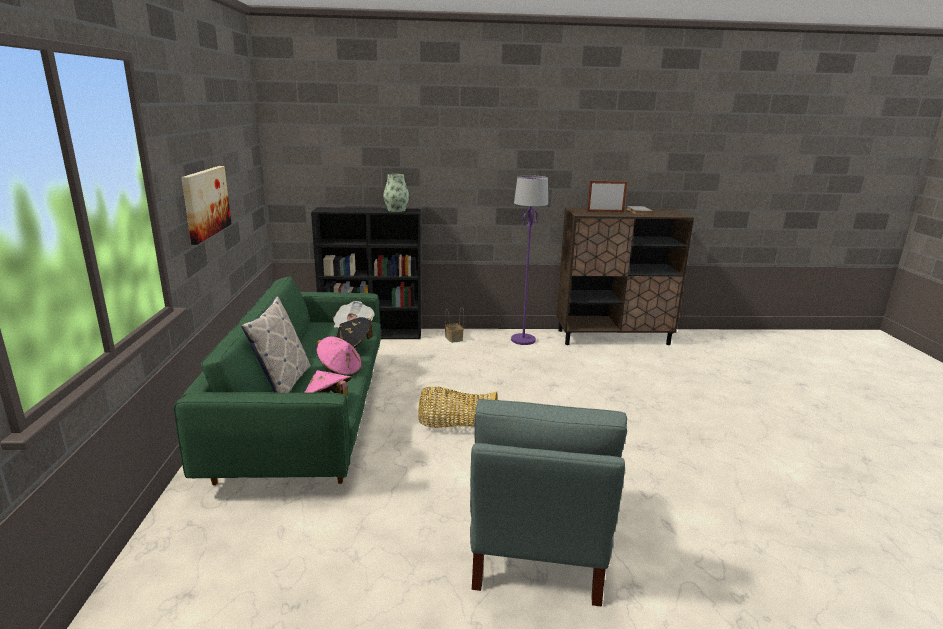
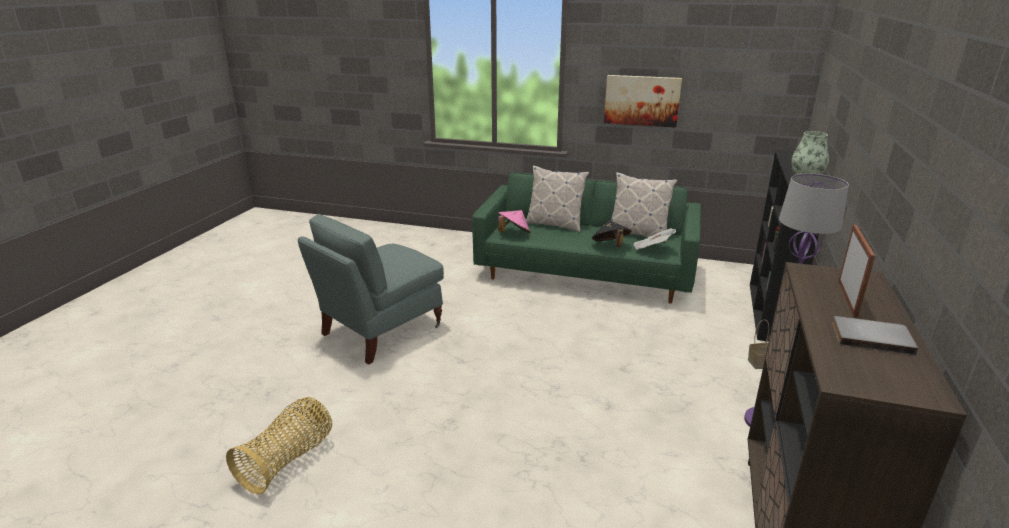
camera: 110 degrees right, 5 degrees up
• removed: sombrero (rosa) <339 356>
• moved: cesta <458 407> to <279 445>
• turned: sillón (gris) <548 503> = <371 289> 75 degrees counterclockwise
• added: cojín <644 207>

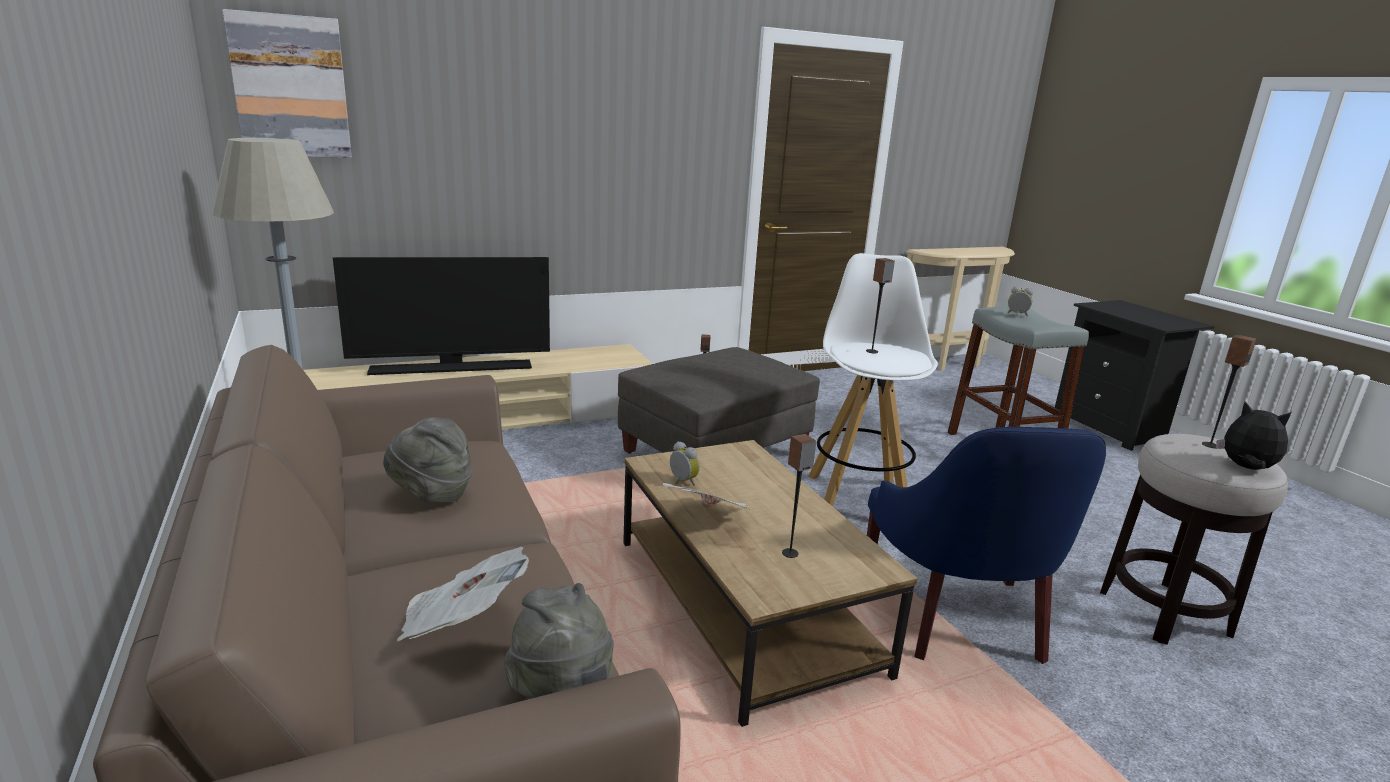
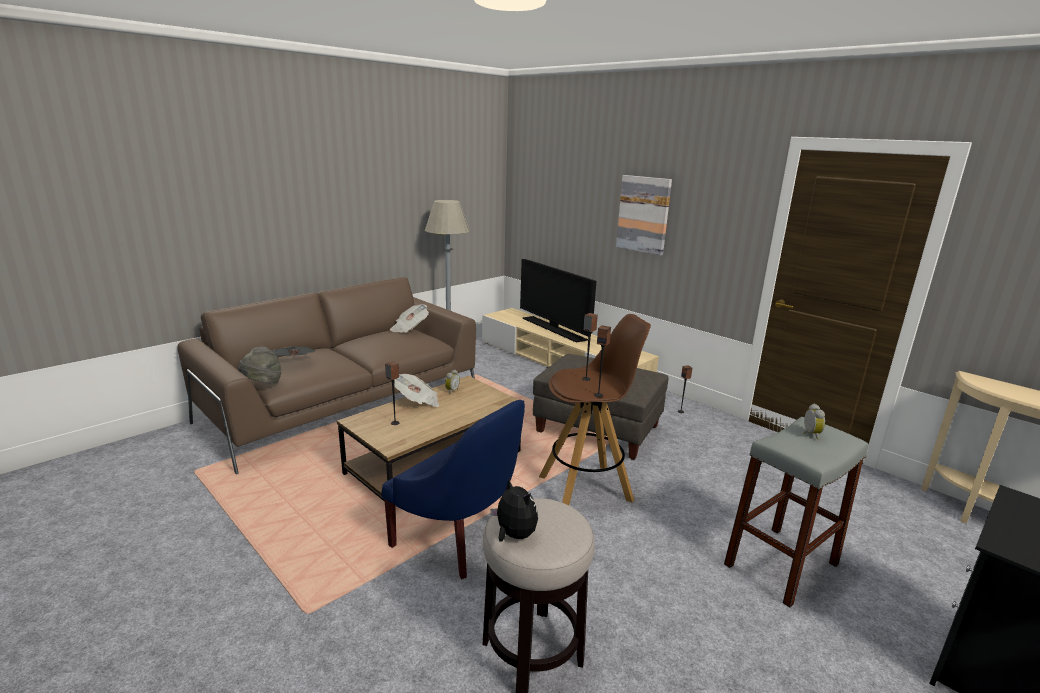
camera: 70 degrees right, 0 degrees up
• moved: cuadro <287 83> to <644 215>
• recoloured: taburete (blanco) <873 380> to taburete (marrón) <595 409>
• moved: altavoz <1229 391> to <602 361>
• turned: peluche <1254 436> = <514 510> 60 degrees counterclockwise
• removed: sombrero (gris) <427 460>
• turned: sillón (azul) <986 545> = <453 489> 120 degrees counterclockwise
• added: periódico <409 318>

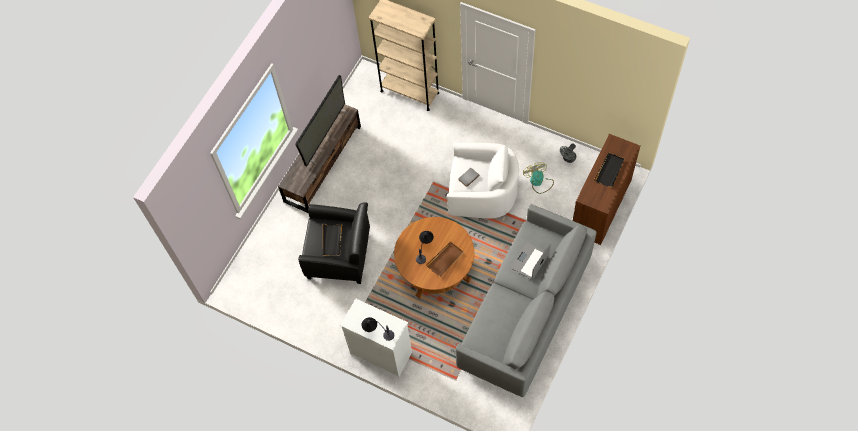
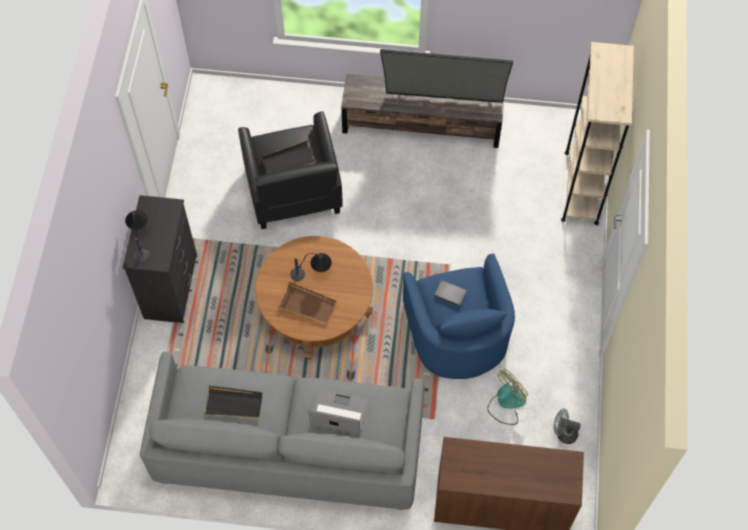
camera: 65 degrees right, 0 degrees up
• recoloured: sillón (blanco) <483 180> to sillón (azul) <459 316>
• moved: bandeja (negro) <609 170> to <234 402>
• recoloured: cómoda (blanco) <376 338> to cómoda (negro) <160 259>

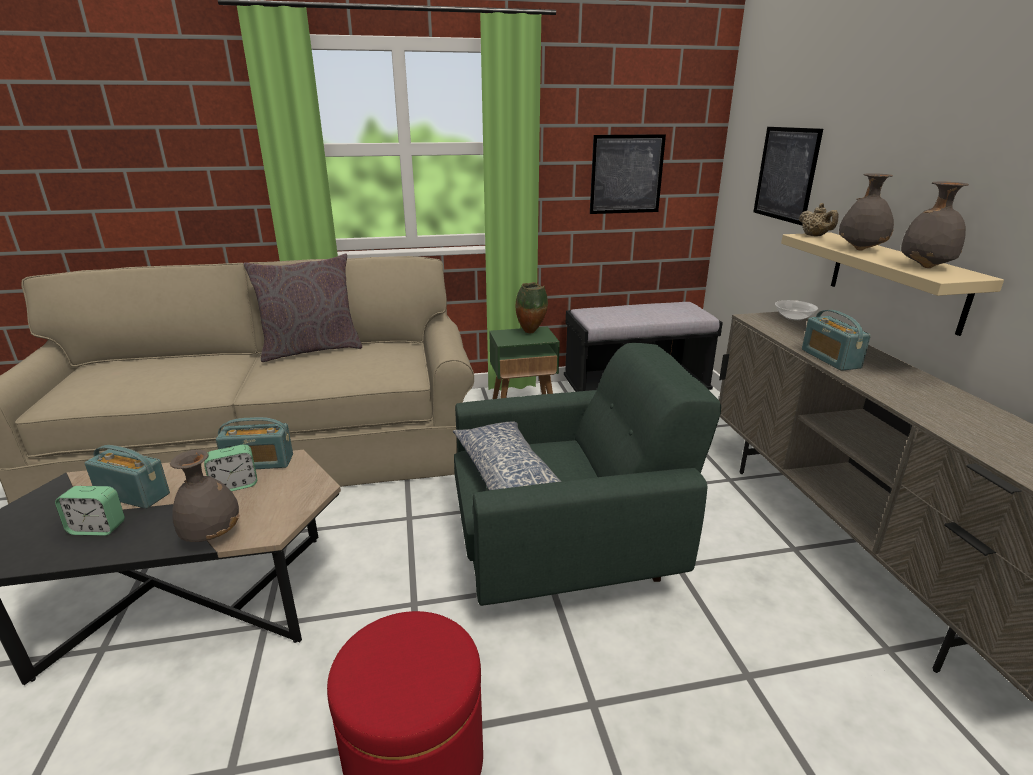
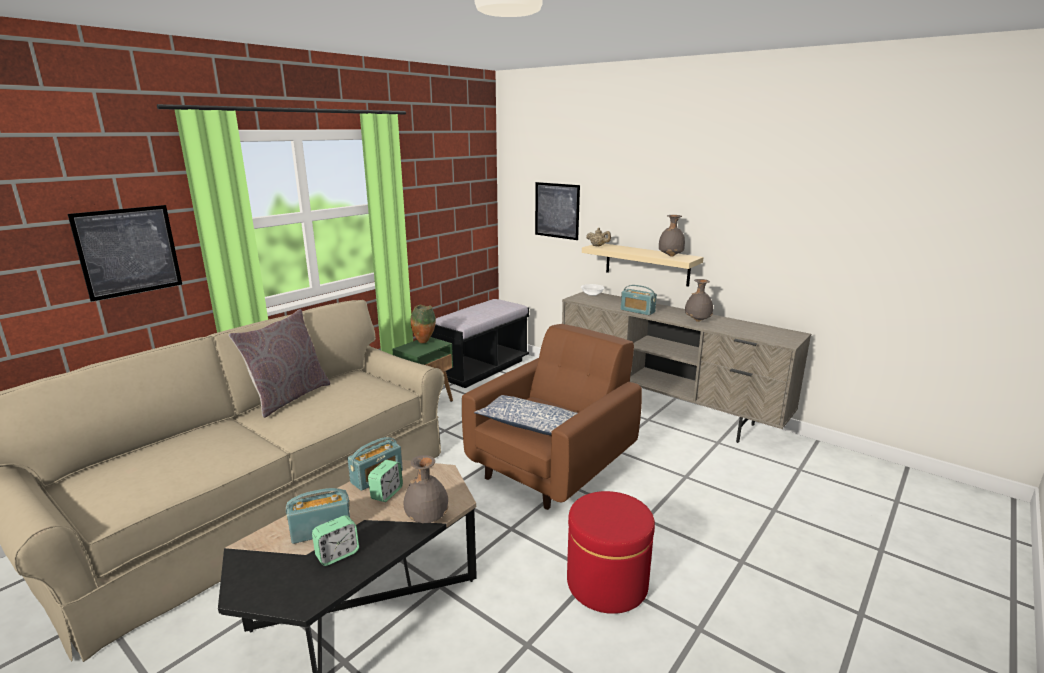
camera: 40 degrees left, 5 degrees down
• moved: cuadro <628 174> to <124 253>
• moved: florero (gris) <866 212> to <699 300>
• recoloured: sillón (verde) <587 474> to sillón (marrón) <552 417>

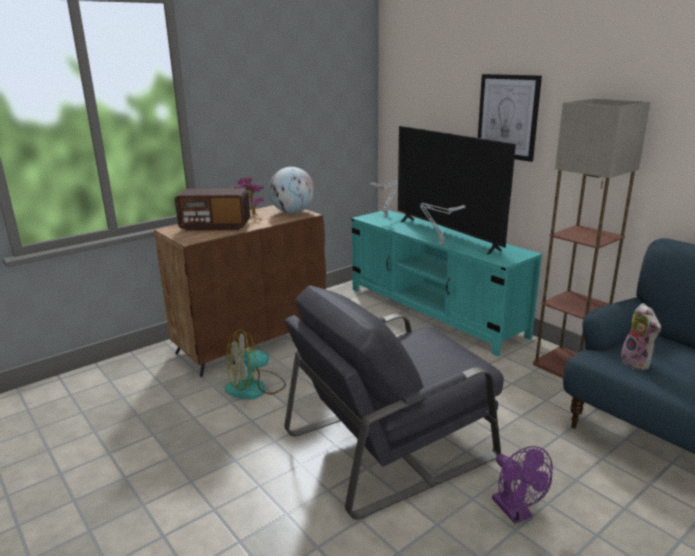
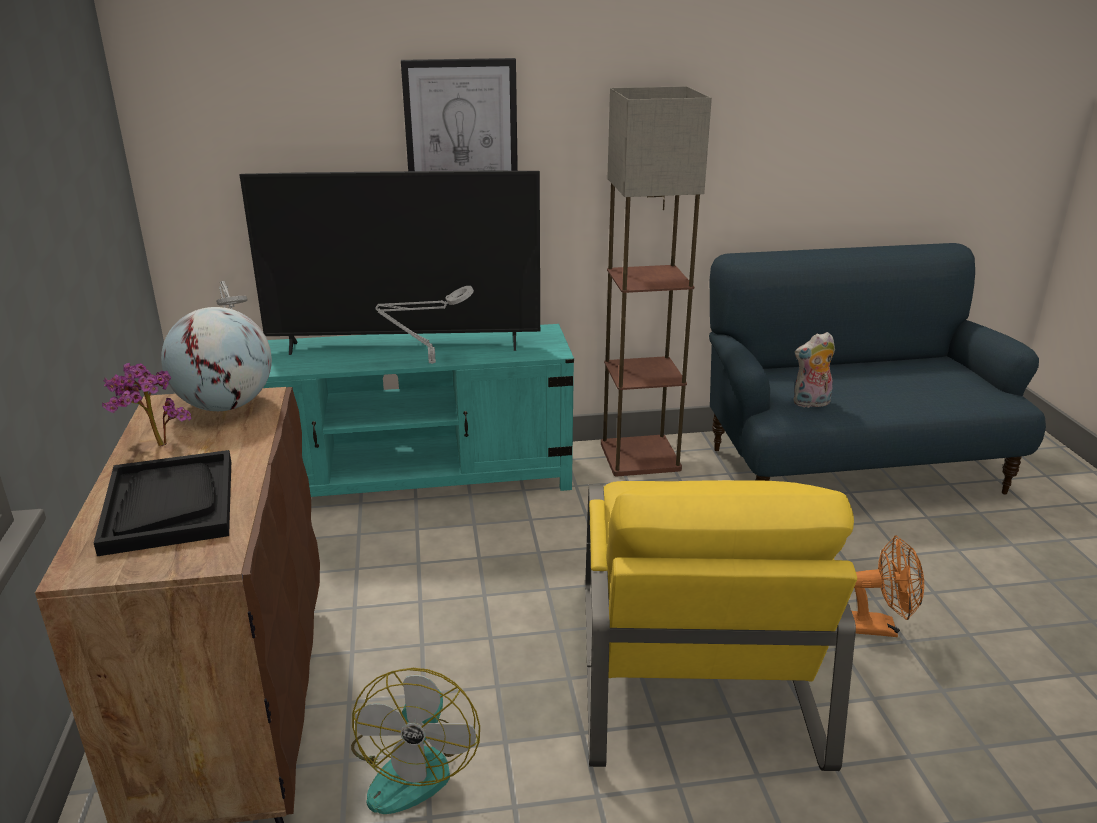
camera: 60 degrees left, 5 degrees up
• replaced: radio <212 209> to bandeja (negro) <162 503>
• recoloured: sillón (gris) <394 403> to sillón (amarillo) <721 625>
• turned: peluche <640 336> = <814 370> 150 degrees clockwise
• recoloured: ventilador (morado) <522 485> to ventilador (naranja) <888 586>

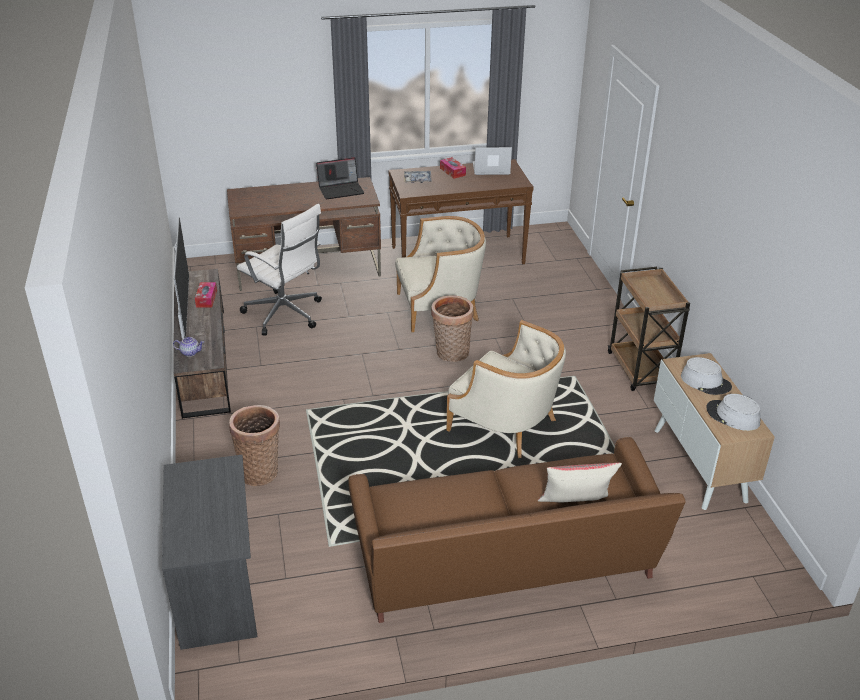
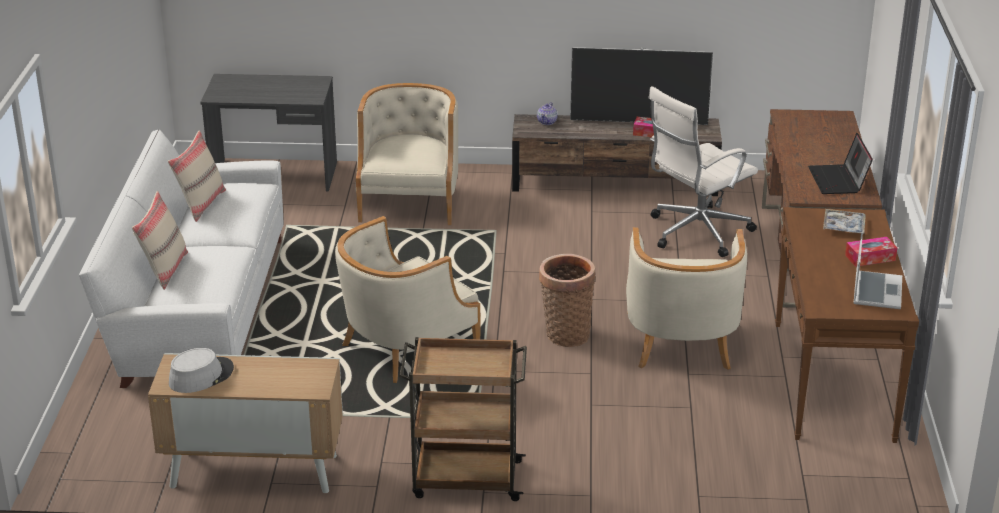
camera: 105 degrees right, 5 degrees down
• removed: sombrero (gris) <706 376>
• replaced: cesta <254 445> to sillón (beis) <407 154>
• recoloured: sofá (marrón) <517 530> to sofá (blanco) <181 259>
• added: cojín (beis) <197 176>

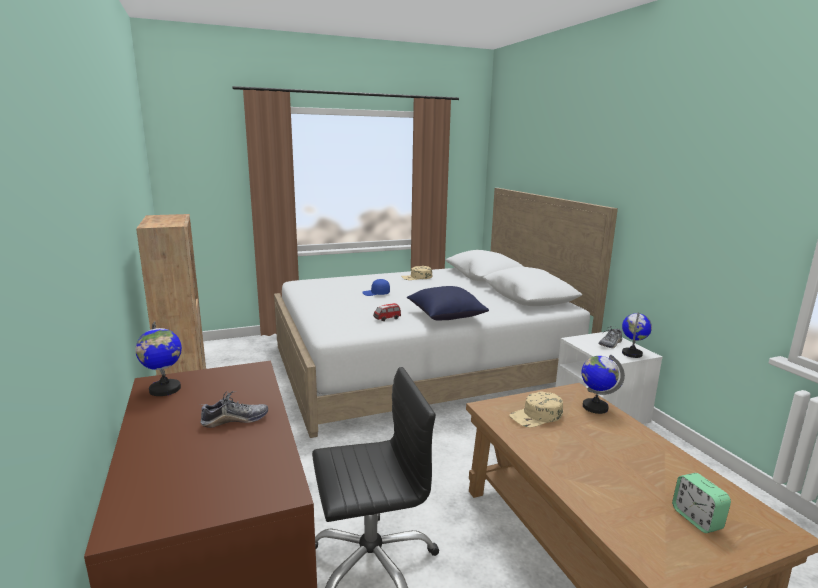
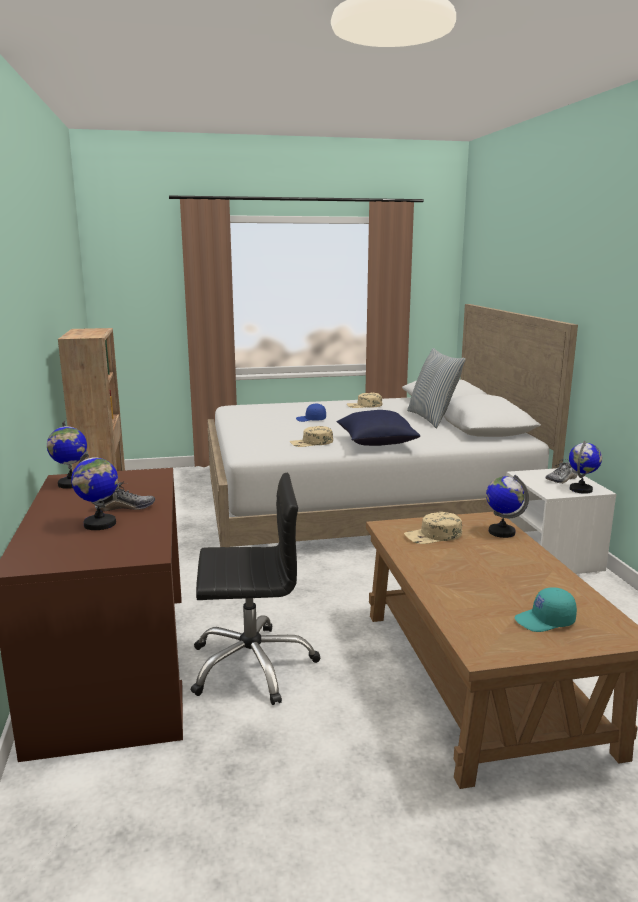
camera: 10 degrees right, 0 degrees up
• replaced: coche de juguete <387 312> to gorra (beis) <311 436>
• replaced: despertador <701 503> to gorra (turquesa) <546 609>
• added: cojín <436 388>
• added: globo terráqueo <94 490>

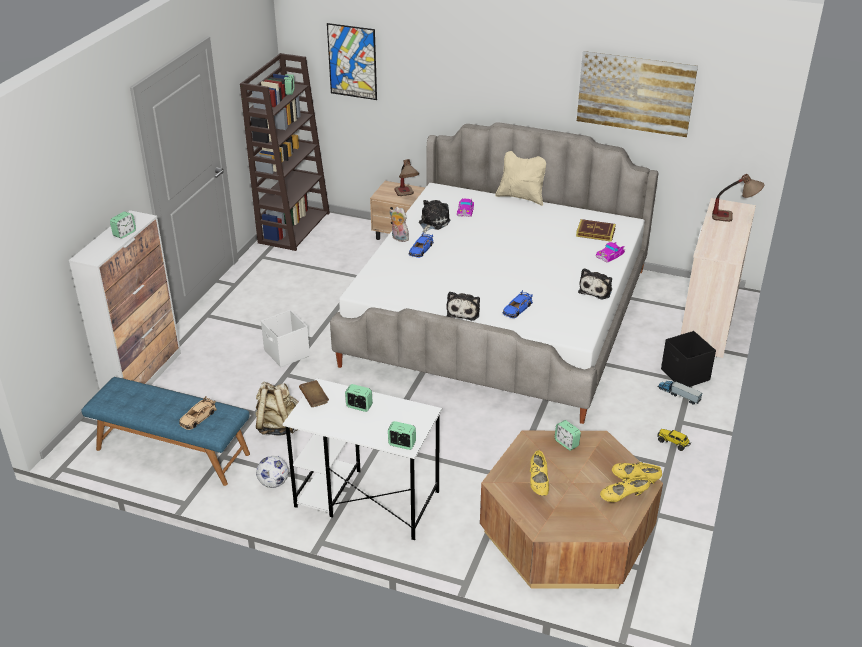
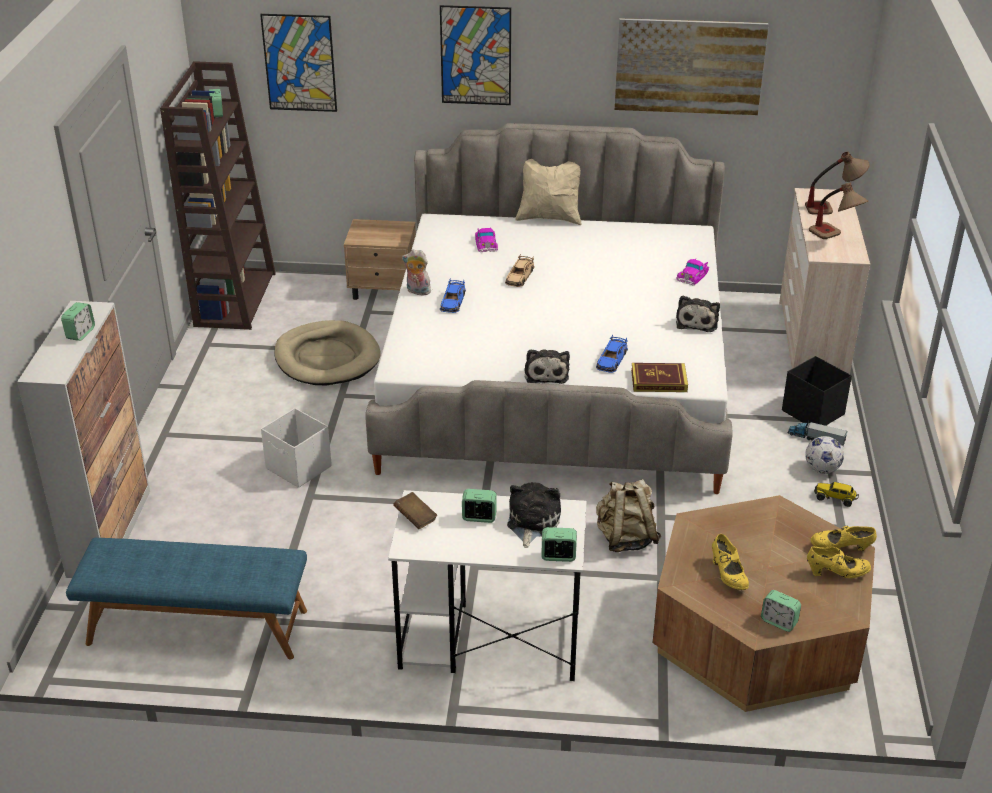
camera: 15 degrees left, 0 degrees up
• moved: lámpara de mesa <406 177> to <839 211>
• moved: peluche <434 216> to <534 515>
• moved: libro <596 230> to <659 377>
• moved: mochila (beis) <277 409> to <628 515>
• moved: coche de juguete (beis) <198 413> to <520 270>
• moved: despertador <568 435> to <781 611>
• moved: balón de fútbol <272 472> to <824 455>
• turned: zapato (amarillo) <625 489> = <839 562> 150 degrees counterclockwise
• added: cuadro <475 55>
• added: cama para perro (beis) <327 352>

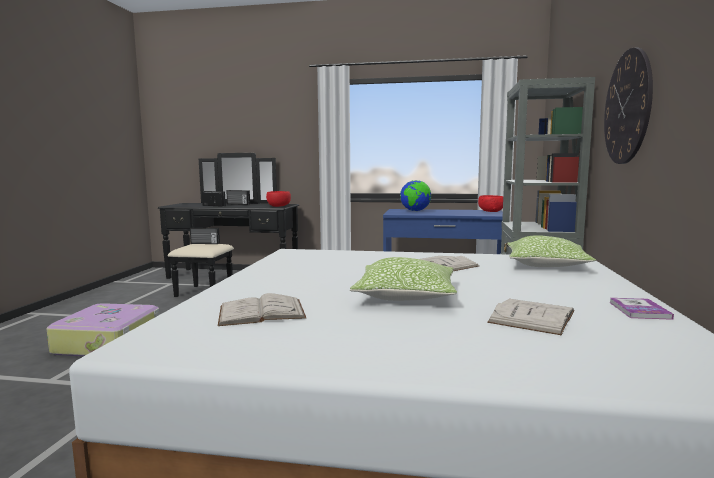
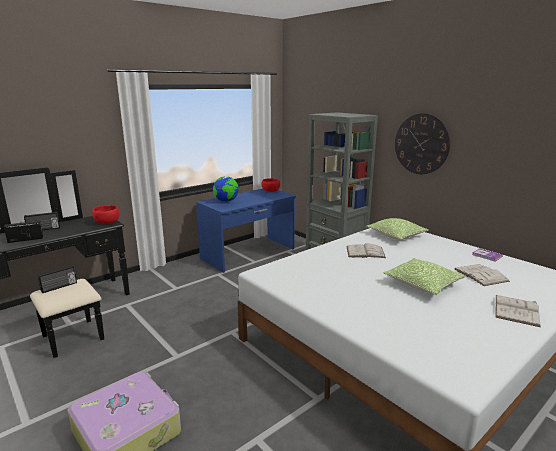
camera: 50 degrees left, 10 degrees up
• moved: libro (blanco) <262 309> to <518 311>

